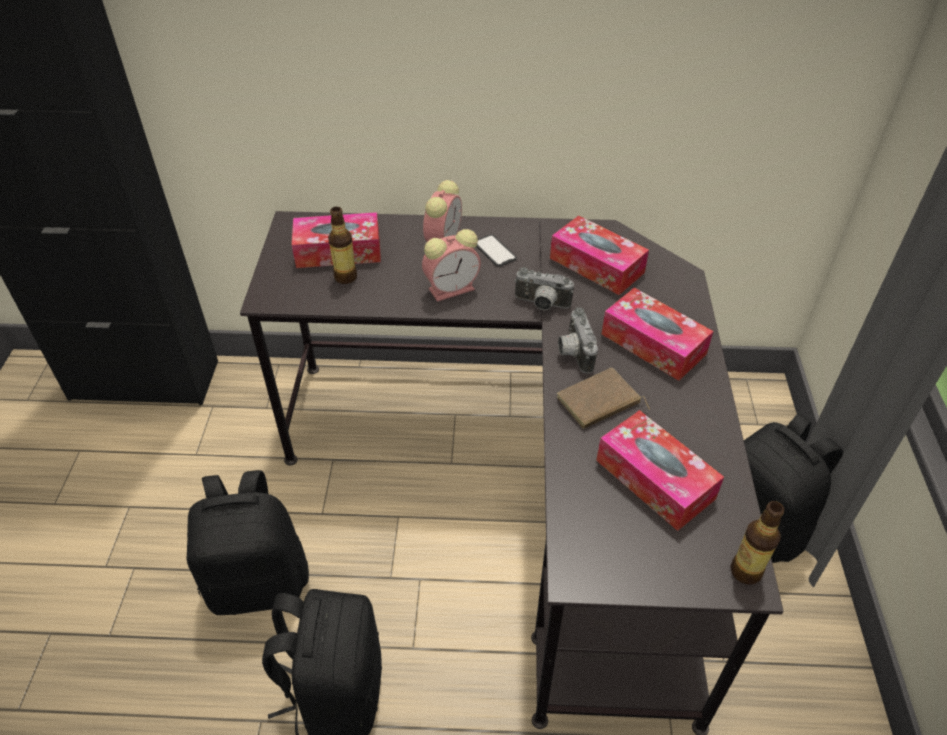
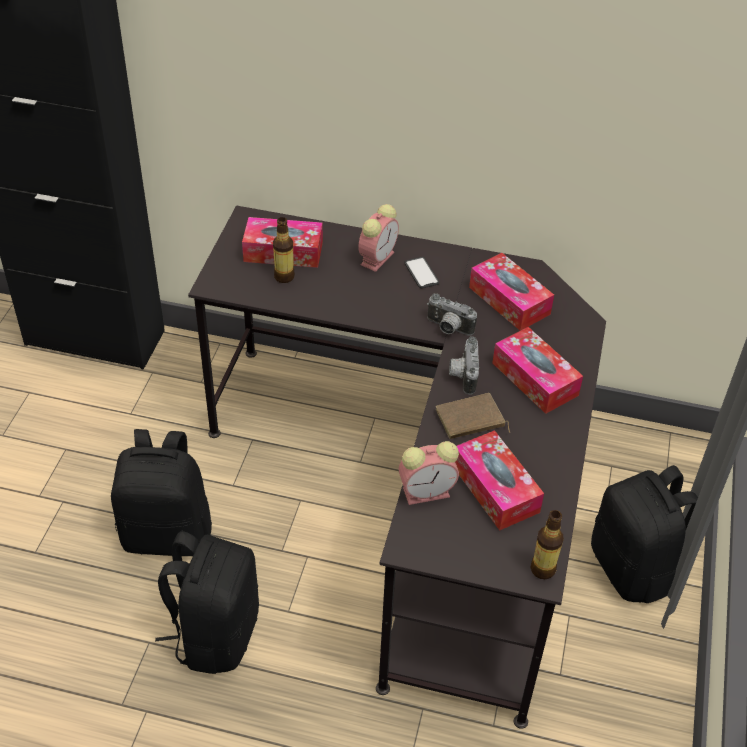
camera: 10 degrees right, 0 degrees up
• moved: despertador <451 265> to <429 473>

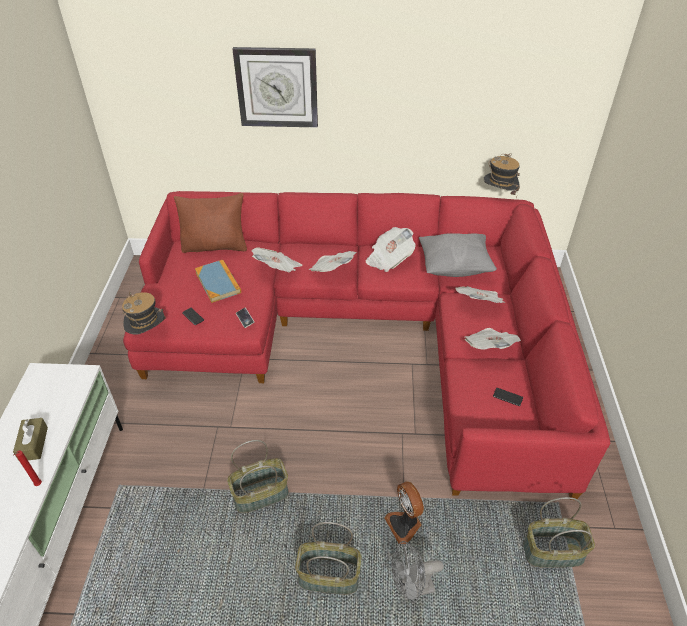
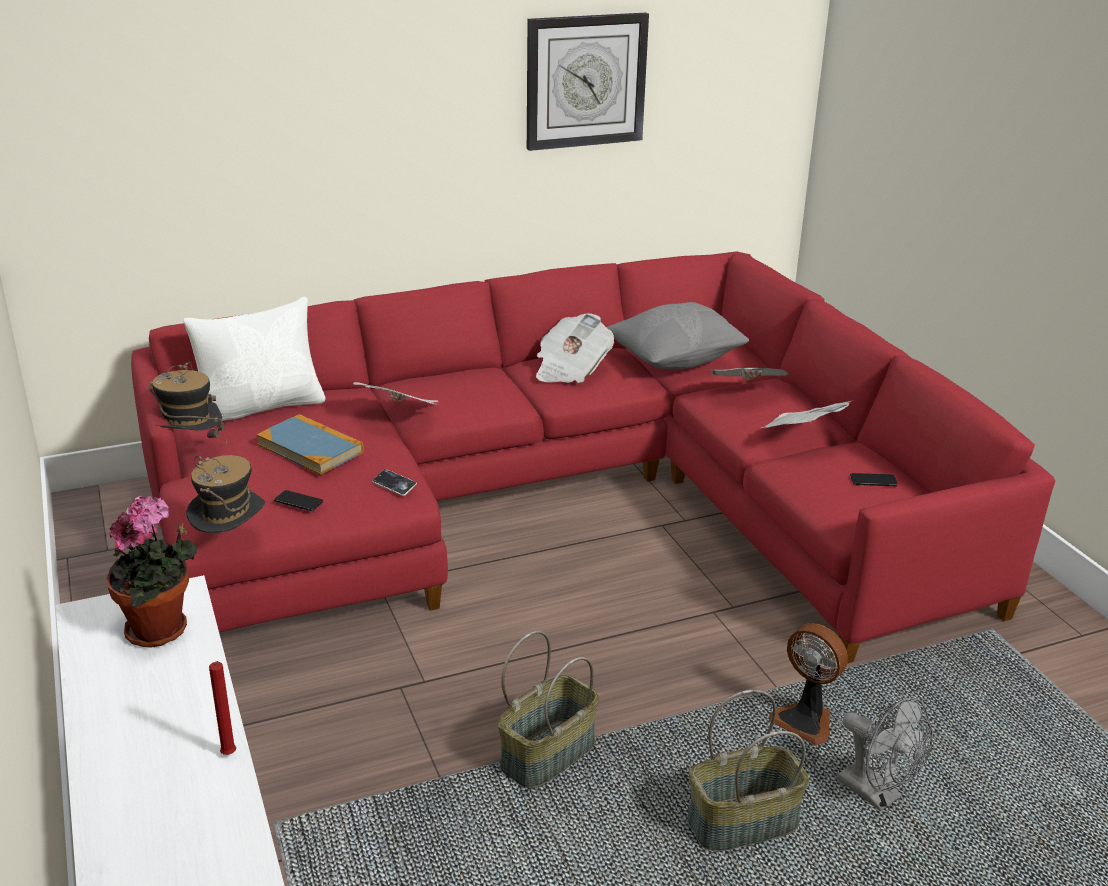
camera: 25 degrees left, 15 degrees down
• moved: reloj de pared <275 87> to <588 82>
• moved: sombrero <502 176> to <187 404>
• recoloured: cojín (marrón) <210 223> to cojín (blanco) <254 359>
• removed: periódico <333 261>
• removed: caja de pañuelos (marrón) <30 440>
• removed: cesta <559 532>
• turned: ventilador (gris) <418 572> = <885 754> 90 degrees counterclockwise
• added: planta en maceta <151 571>

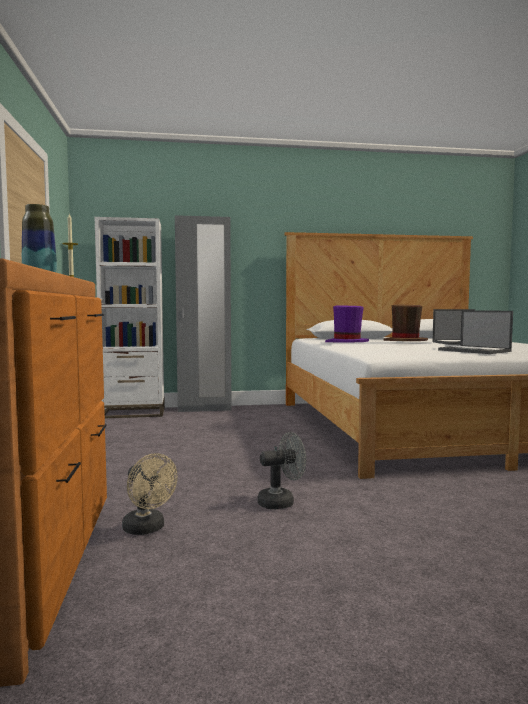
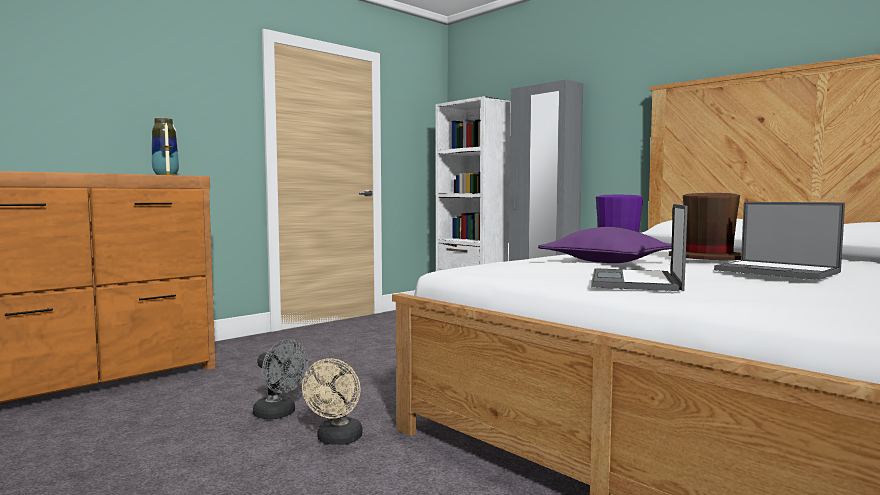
camera: 55 degrees right, 0 degrees up
• moved: ventilador (beis) <150 494> to <332 401>
• added: cojín (morado) <605 245>

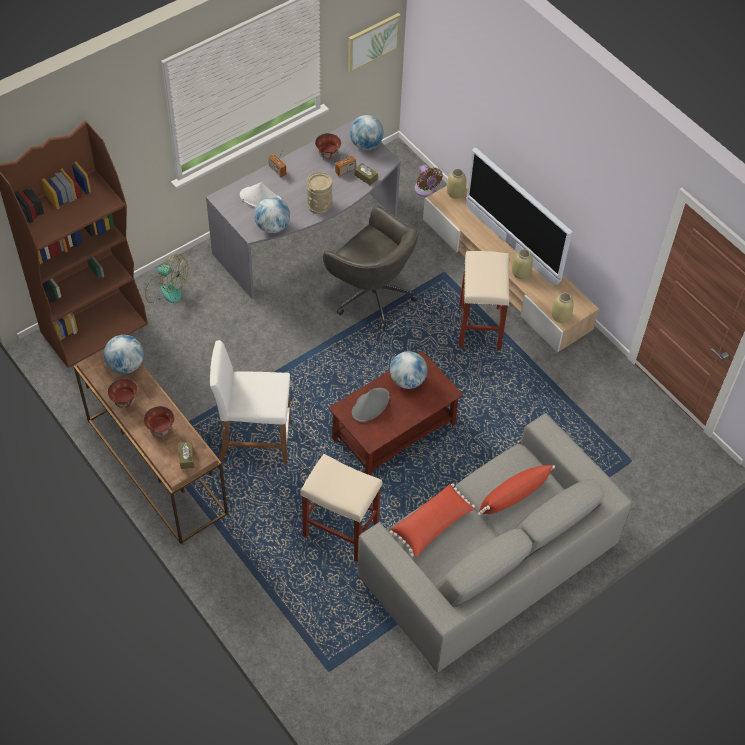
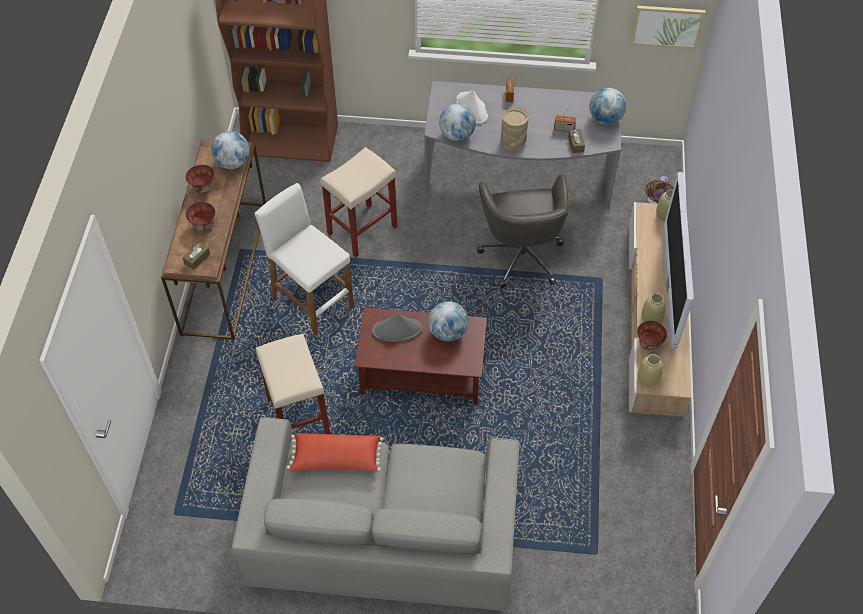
camera: 45 degrees right, 0 degrees up
• moved: cuenco <328 146> to <652 335>
• moved: taburete (beis) <483 300> to <358 202>
• removed: ventilador <166 278>
• removed: cojín (rojo) <516 490>

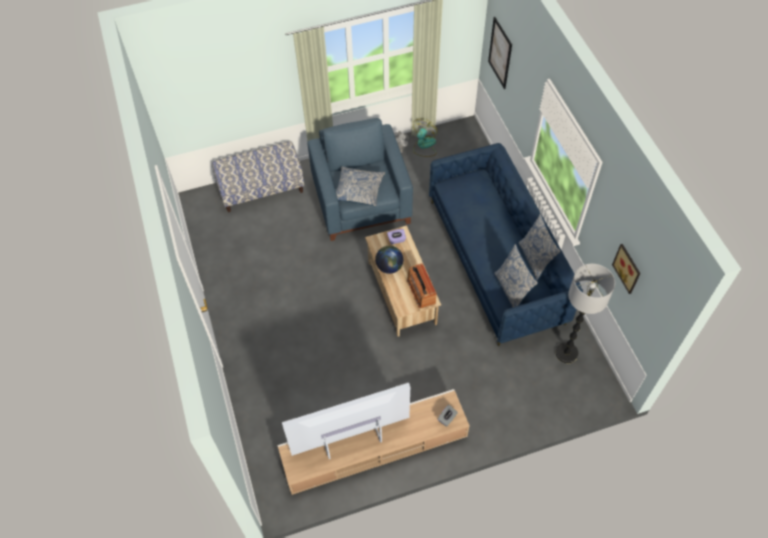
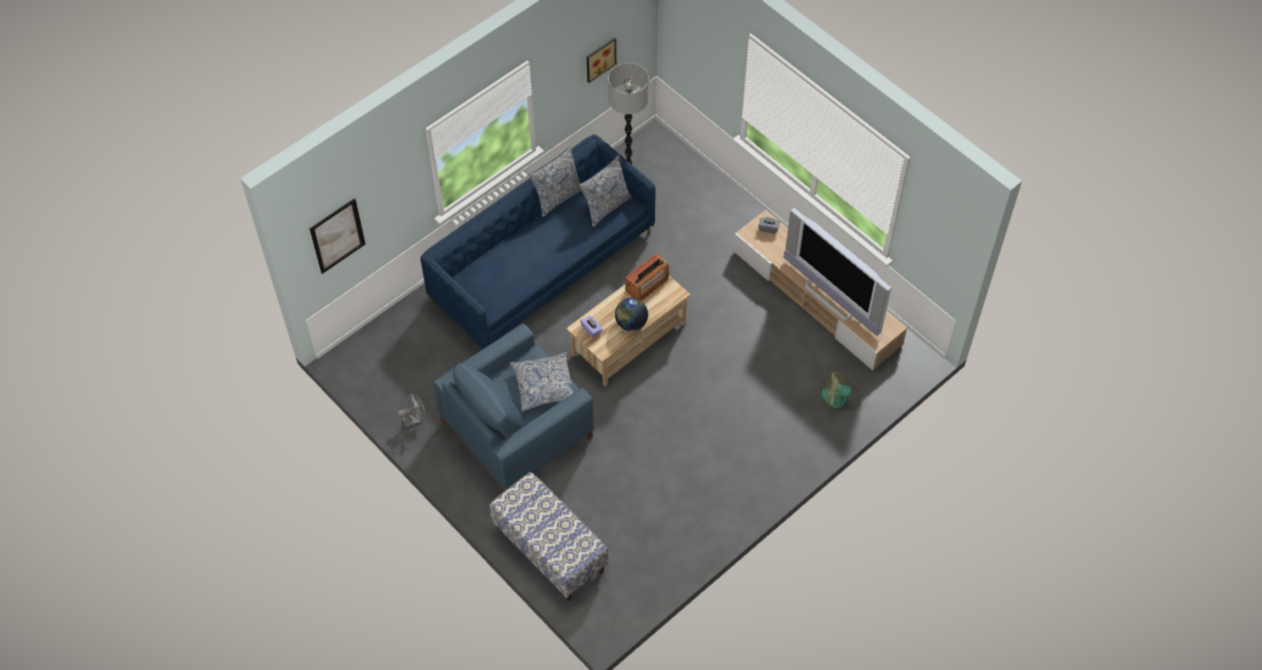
camera: 115 degrees left, 0 degrees up
• moved: ventilador <425 137> to <841 390>

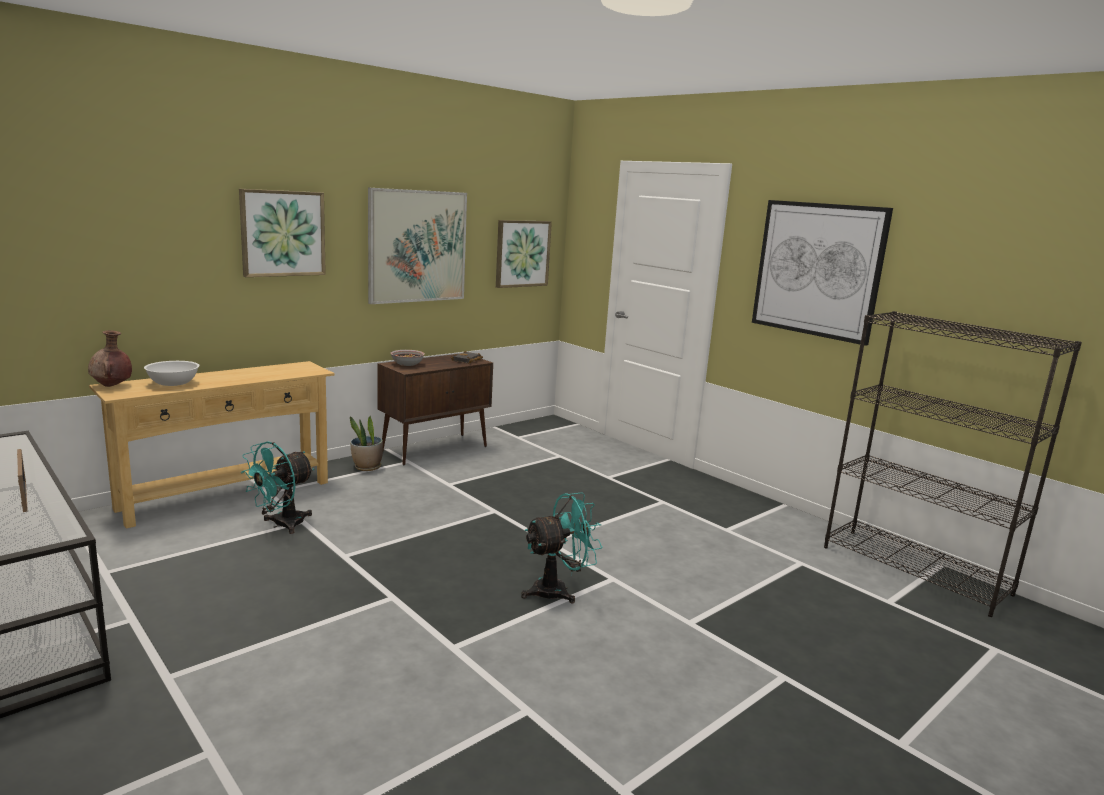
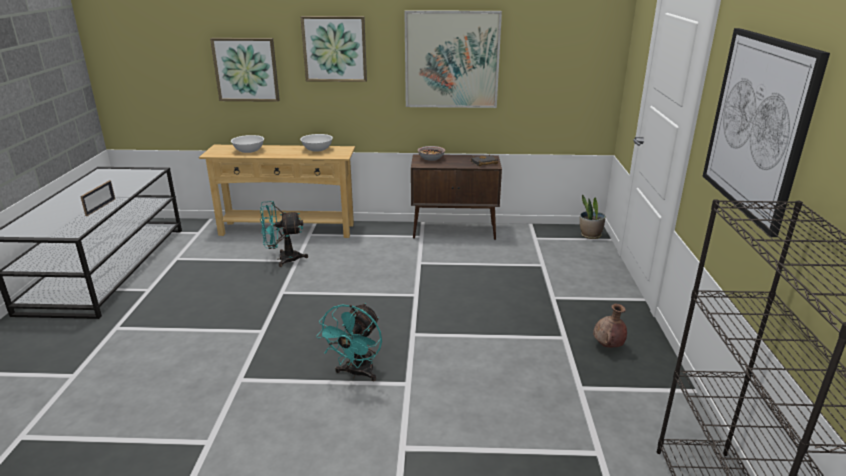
camera: 45 degrees right, 10 degrees up
• moved: cuadro <524 254> to <245 70>
• moved: florero (marrón) <110 358> to <610 326>
• moved: planta en maceta <366 443> to <592 216>
• turned: ventilador (turquesa) <562 547> = <349 342> 90 degrees clockwise
• added: cuenco (blanco) <316 143>

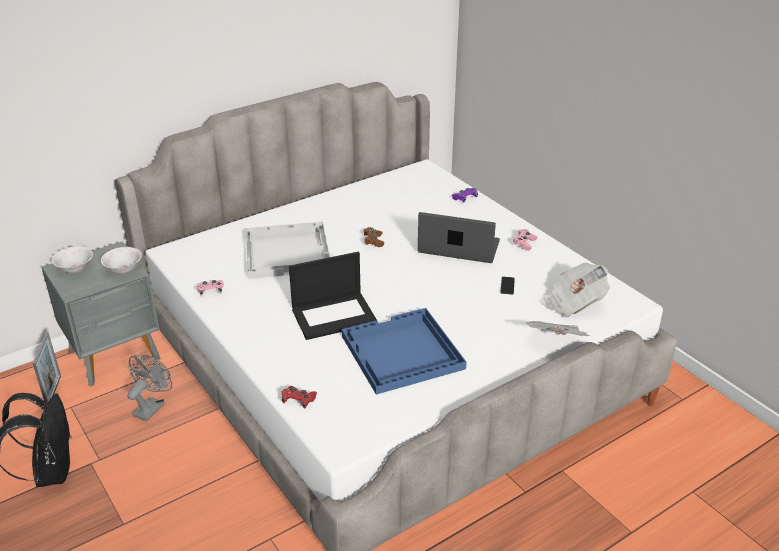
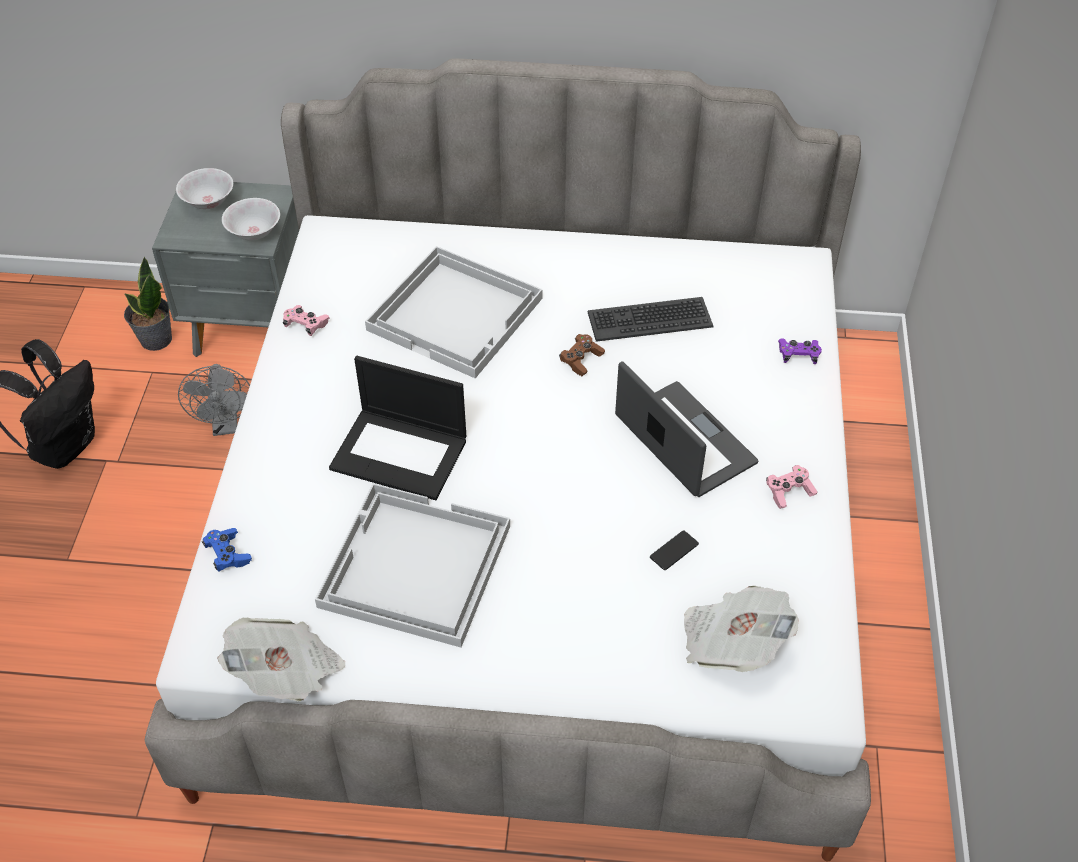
camera: 40 degrees right, 15 degrees up
• recoloured: bandeja (azul) <404 351> to bandeja (blanco) <412 565>
• moved: periódico <558 328> to <281 660>
• replaced: portarretratos <47 369> to planta en maceta <148 304>
• turned: ventilador (gris) <149 388> = <214 400> 105 degrees clockwise
• recoloured: mando de consola (rojo) <299 397> to mando de consola (azul) <227 550>
• added: teclado <650 319>

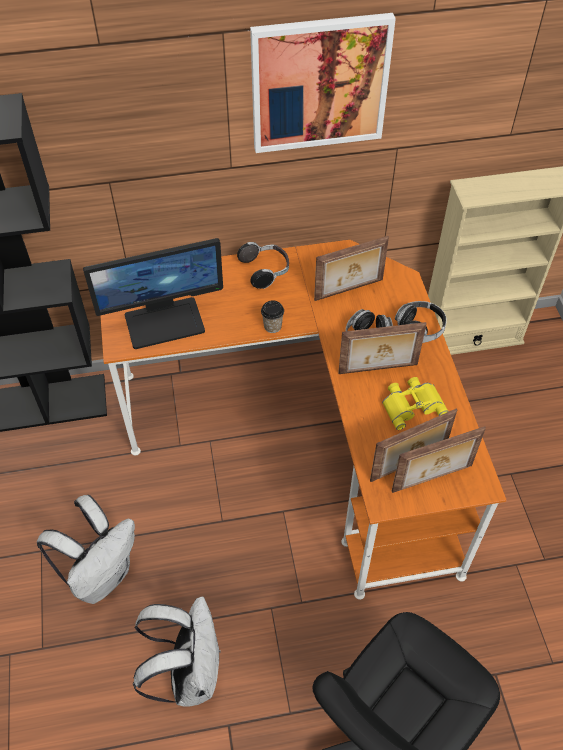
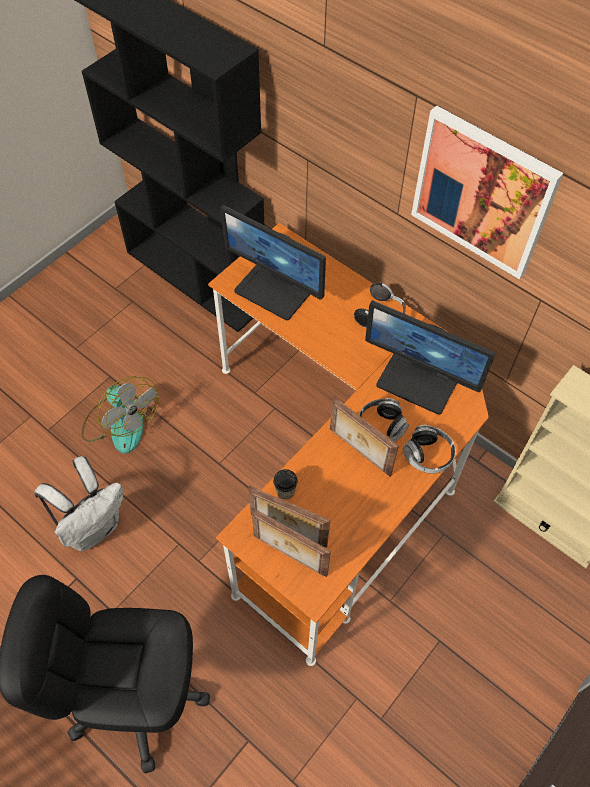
camera: 50 degrees right, 5 degrees up
• replaced: portarretratos <351 268> to monitor <430 358>
• moved: taza <272 316> to <285 484>
• removed: prismáticos (amarillo) <415 403>
• replaced: mochila (blanco) <86 549> to ventilador <120 415>

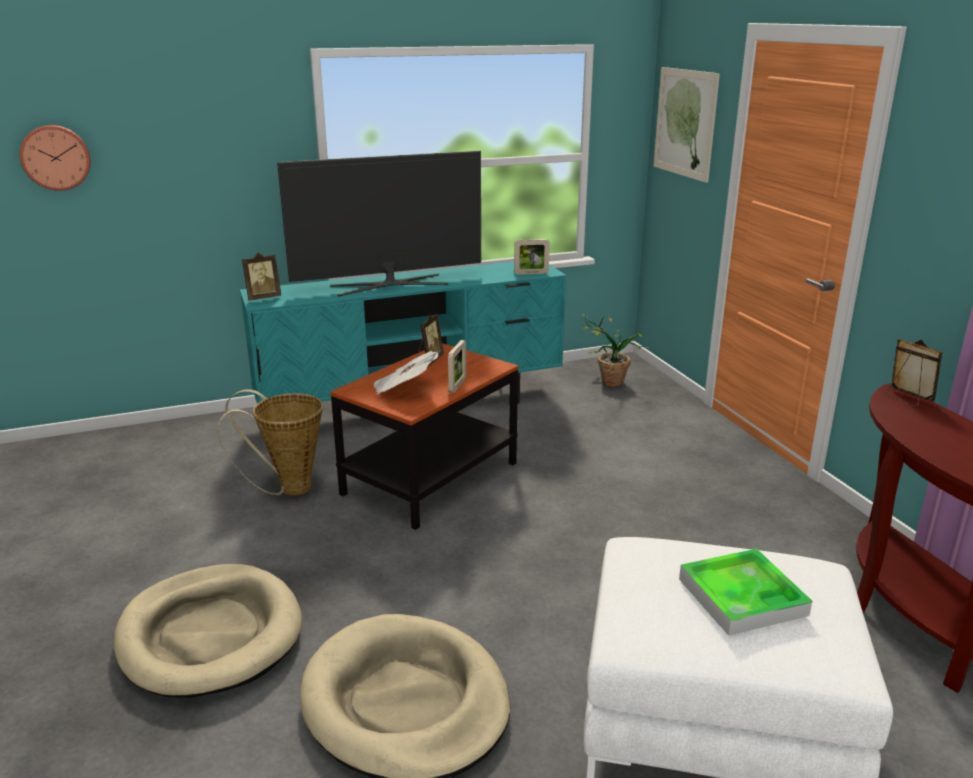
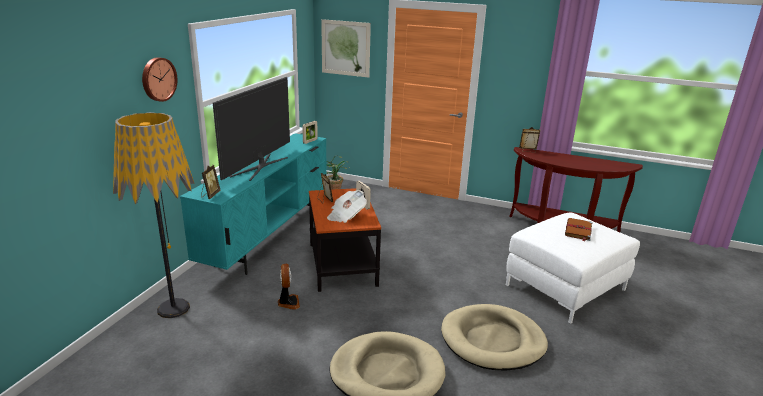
camera: 50 degrees left, 0 degrees up
• moved: reloj de pared <55 158> to <159 79>
• replaced: cesta <270 442> to ventilador <289 287>
• replaced: bandeja <745 592> to libro (marrón) <579 229>
• added: lámpara de pie <154 215>

